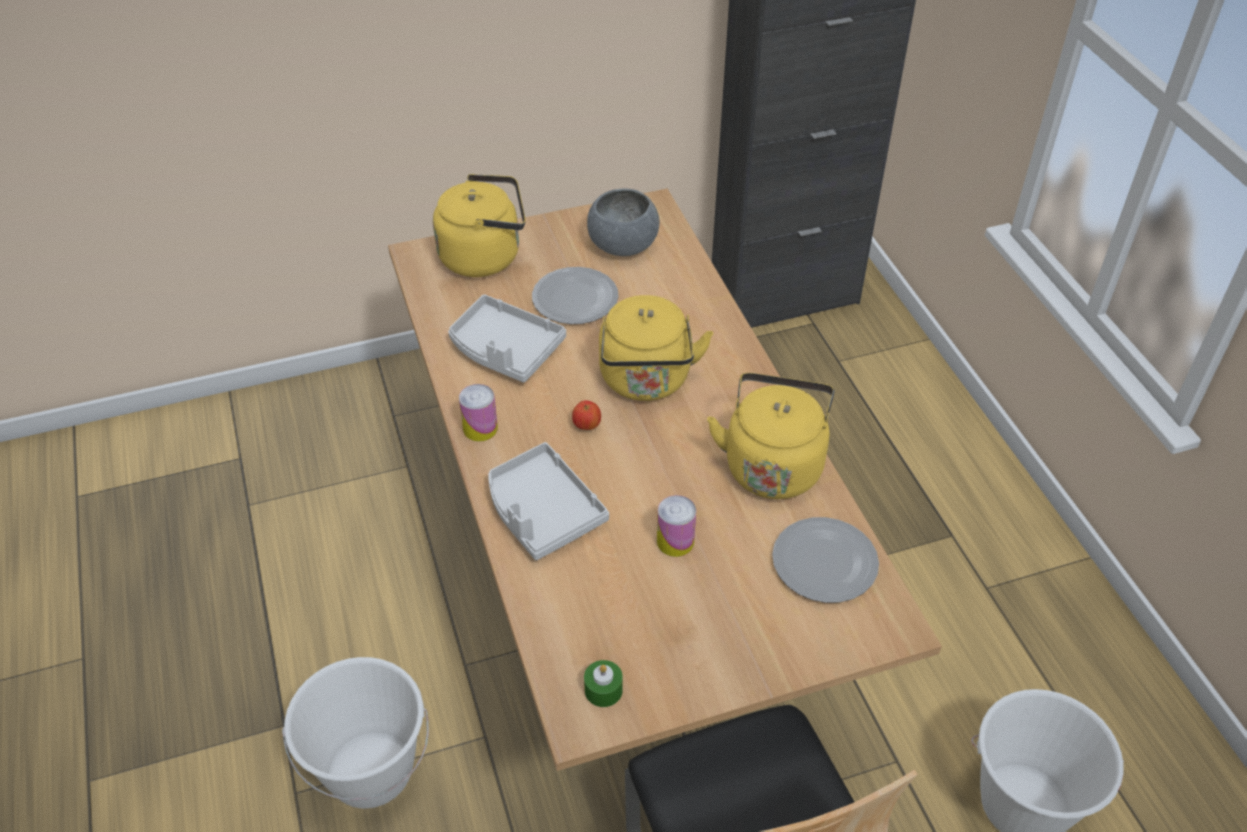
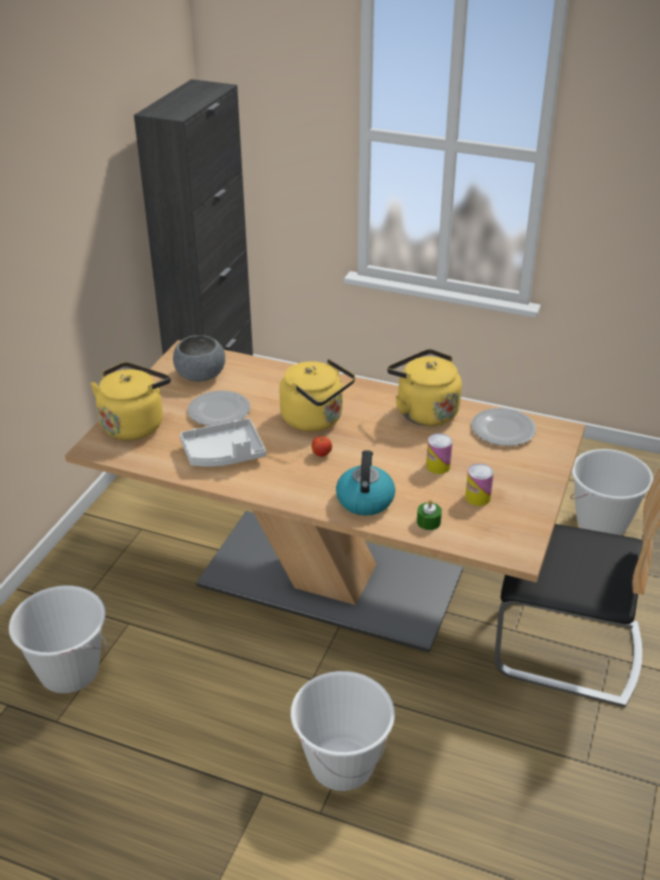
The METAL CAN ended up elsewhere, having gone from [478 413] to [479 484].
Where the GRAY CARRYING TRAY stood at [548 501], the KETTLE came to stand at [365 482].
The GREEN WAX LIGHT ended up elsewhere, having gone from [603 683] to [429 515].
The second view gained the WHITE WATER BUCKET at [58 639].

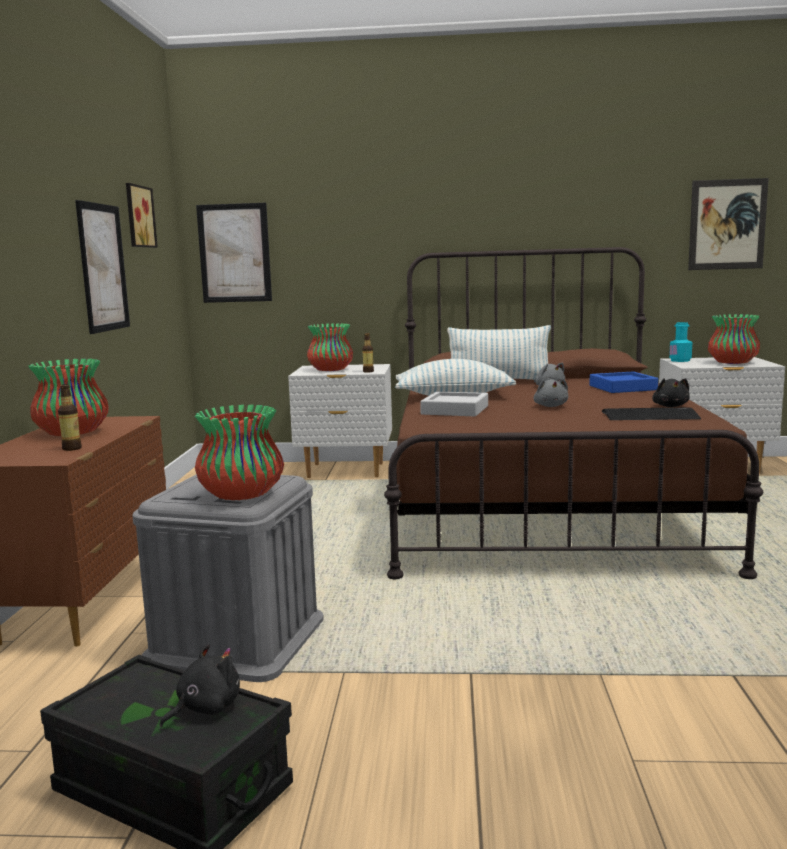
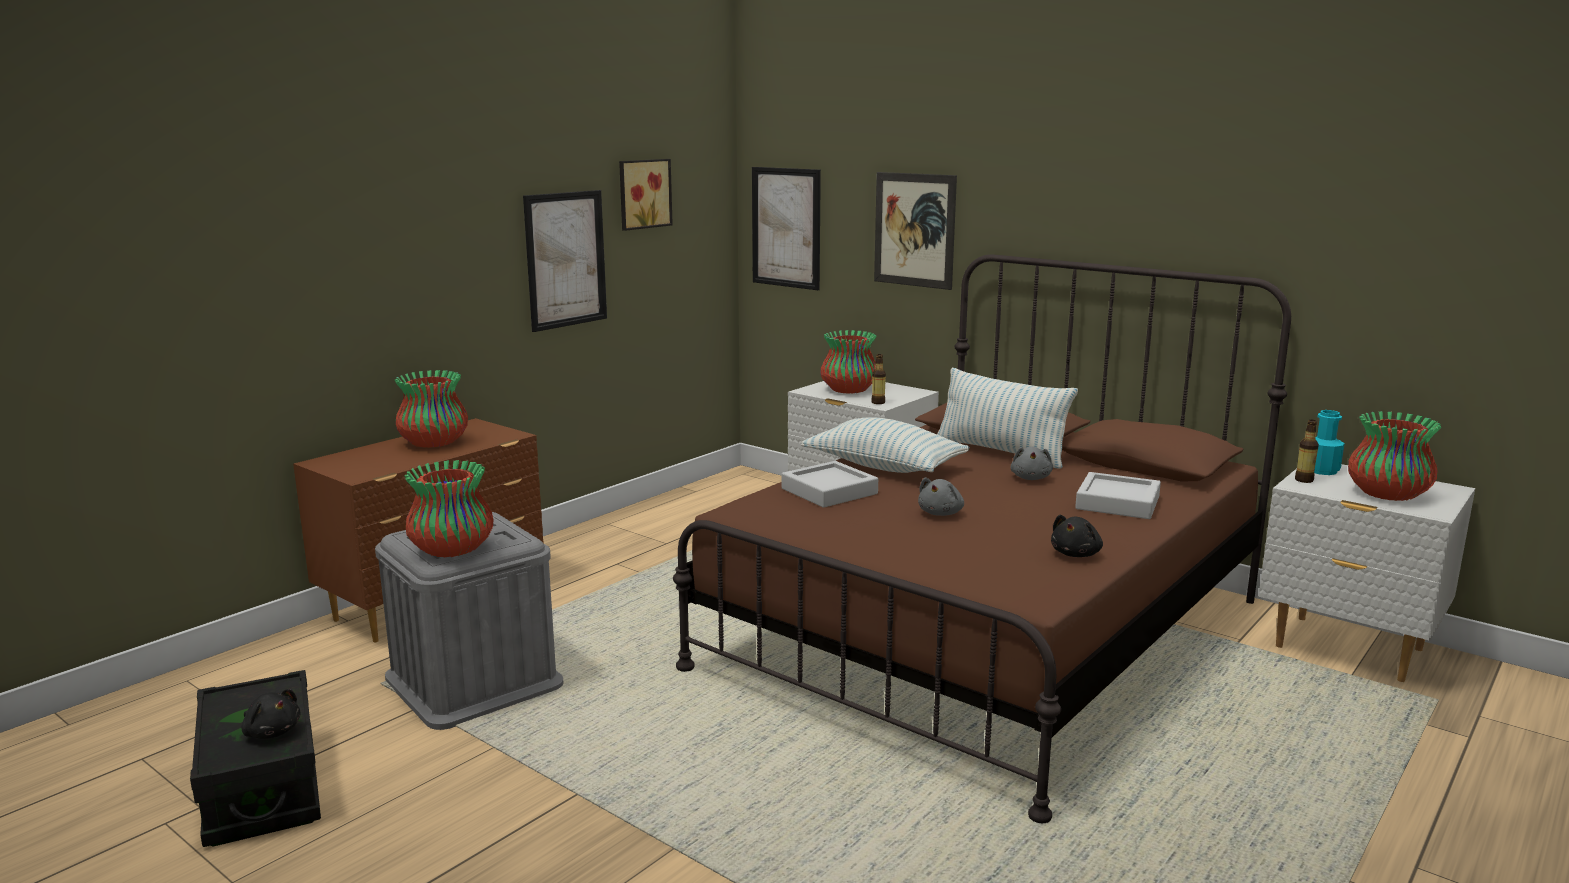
The WALL ART ended up elsewhere, having gone from [728 224] to [915 231].
What was the BLUISH CARRYING TRAY at [623 382] turned into the GRAY CARRYING TRAY at [1118 495].
The BEVERAGE BOTTLE ended up elsewhere, having gone from [70 417] to [1307 451].
The second view lost the KEYBOARD at [651 414].
The BLACK SOFT TOY at [200 685] ended up facing another way, 45 degrees clockwise from before.

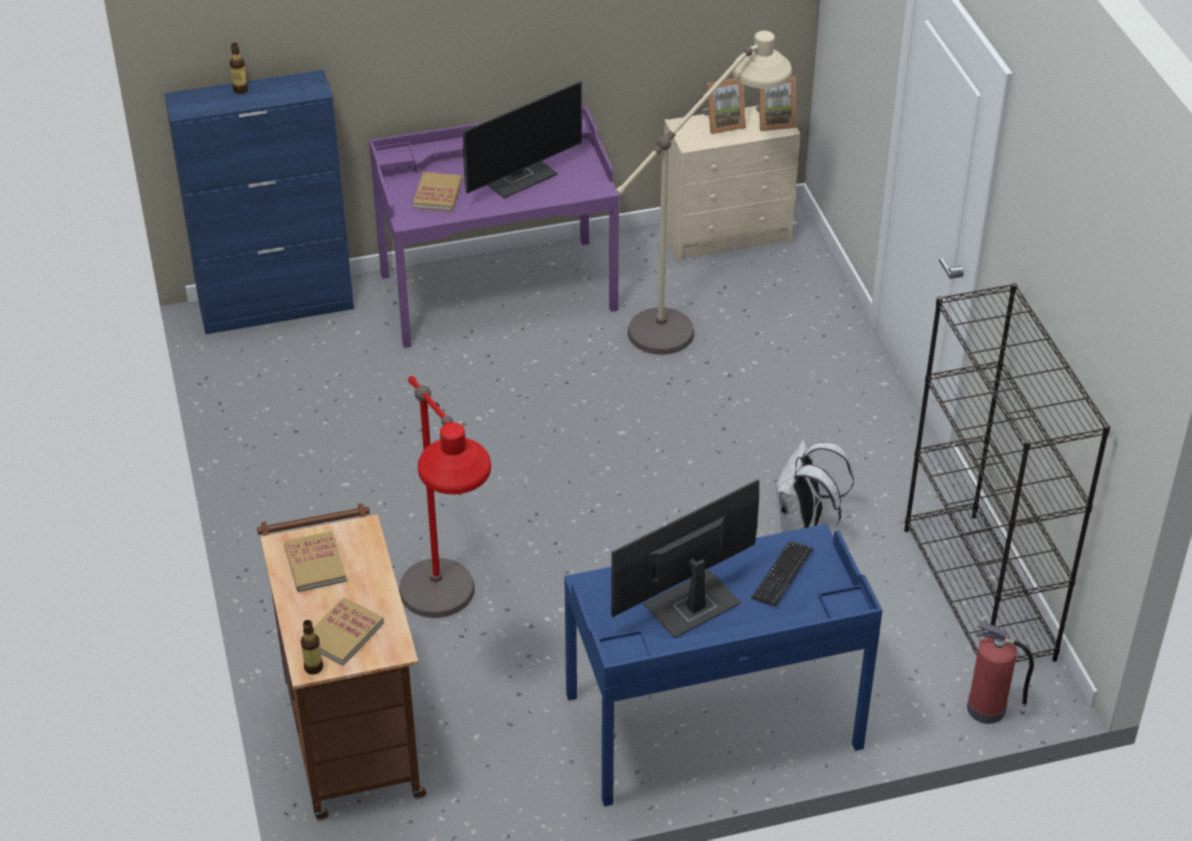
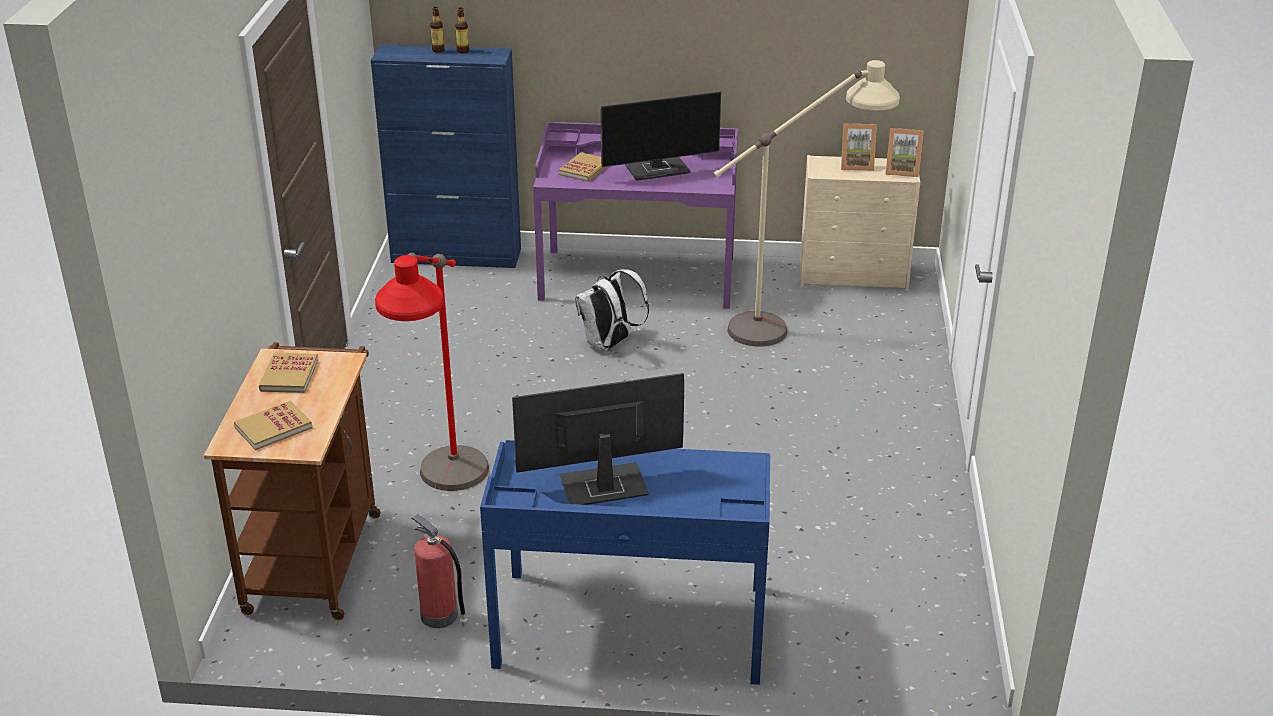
The second view lost the BLACK BOOKSHELF at [1007 472].
The WHITE RUCKSACK ended up elsewhere, having gone from [815 486] to [612 310].
The second view lost the KEYBOARD at [782 573].
The BEVERAGE BOTTLE ended up elsewhere, having gone from [311 647] to [462 30].
The FIRE-FIGHTING CYLINDER ended up elsewhere, having gone from [1000 672] to [439 571].

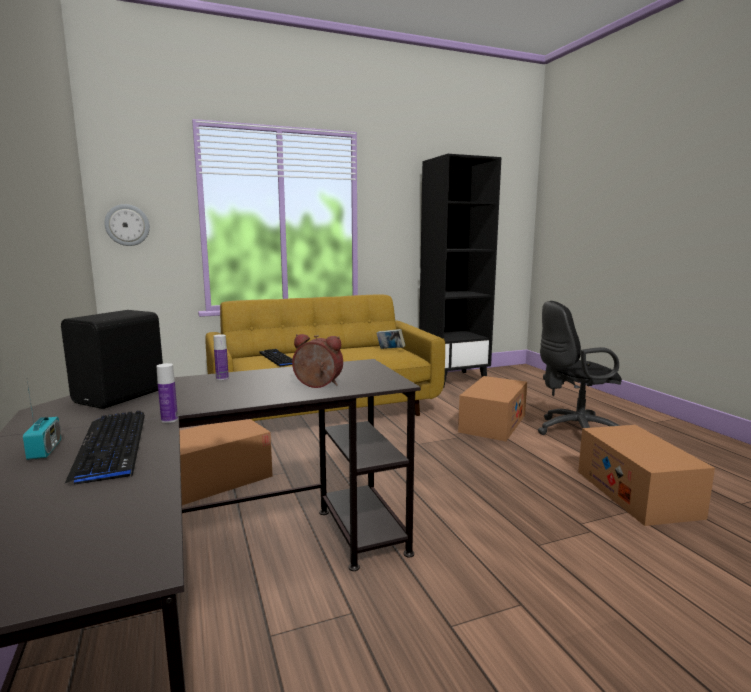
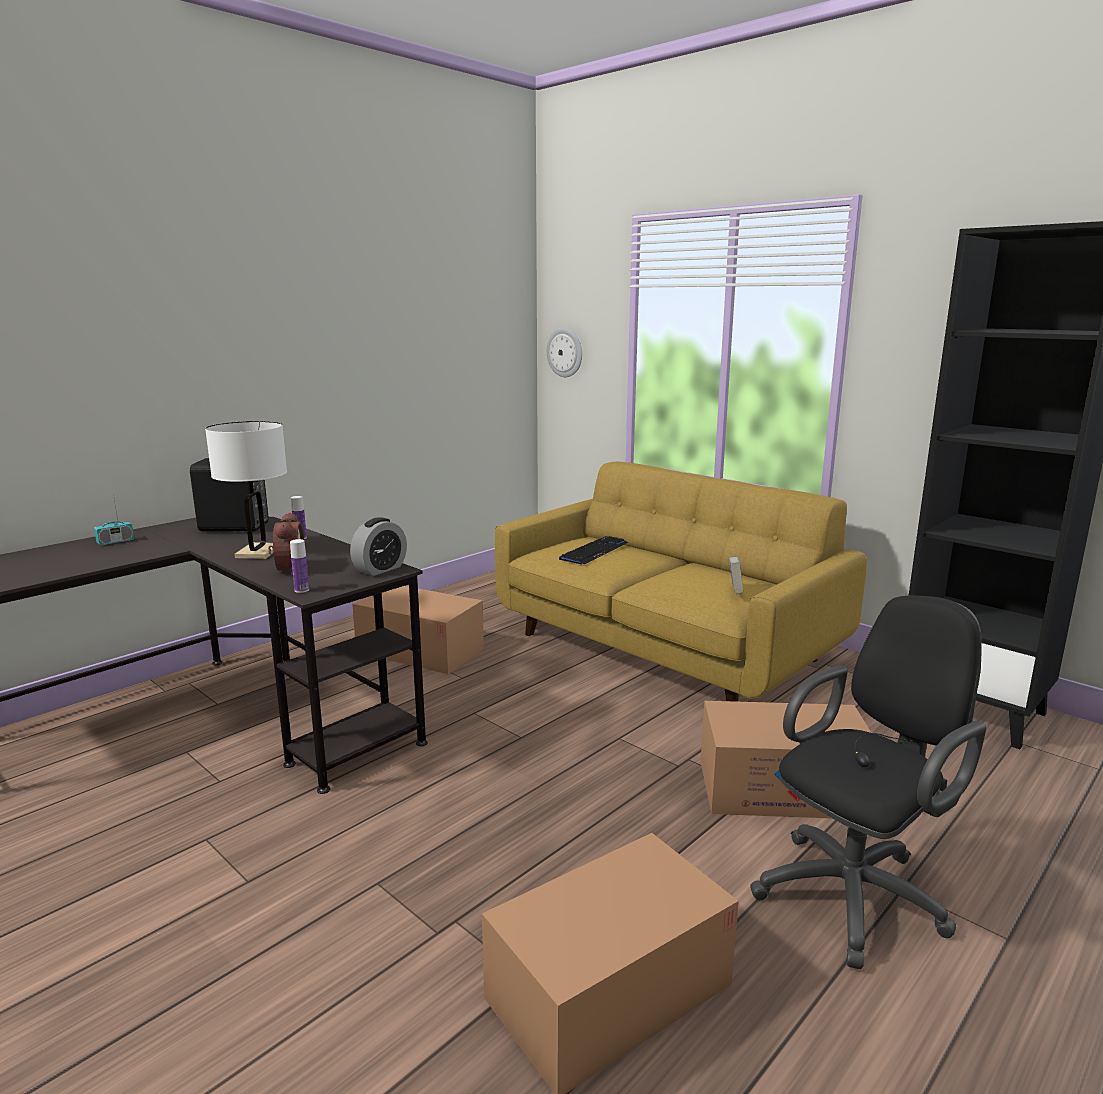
The BLACK OFFICE CHAIR at [580 368] ended up facing another way, 90 degrees clockwise from before.
The BEVERAGE BOTTLE ended up elsewhere, having gone from [167 393] to [299 566].
The second view lost the KEYBOARD at [104 448].
The second view gained the WHITE TABLETOP LAMP at [246 490].
The second view gained the TABLE CLOCK at [378 546].

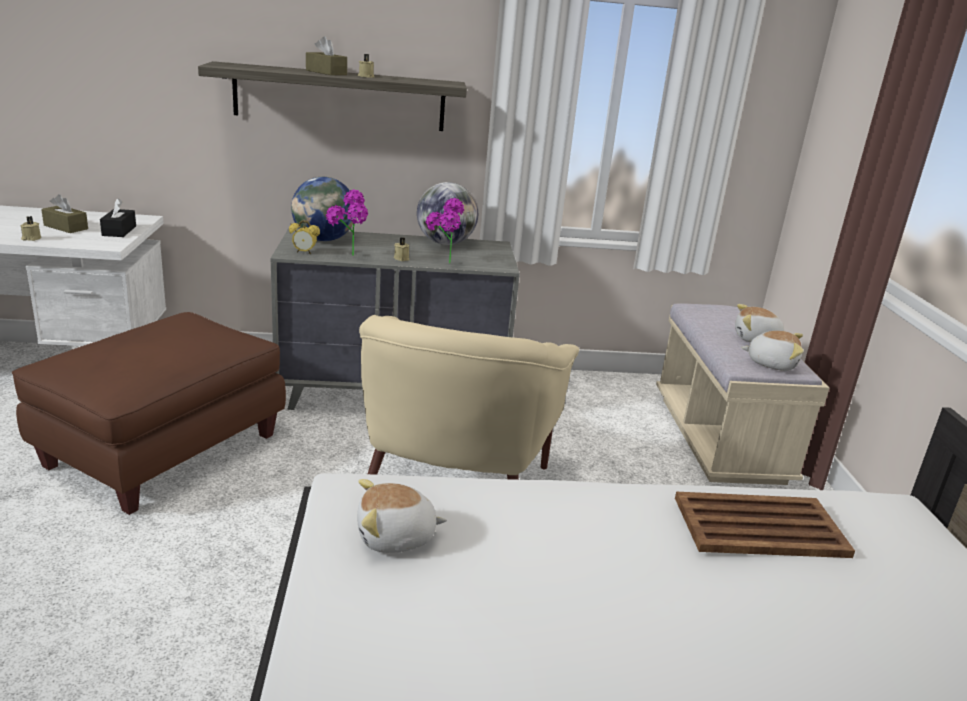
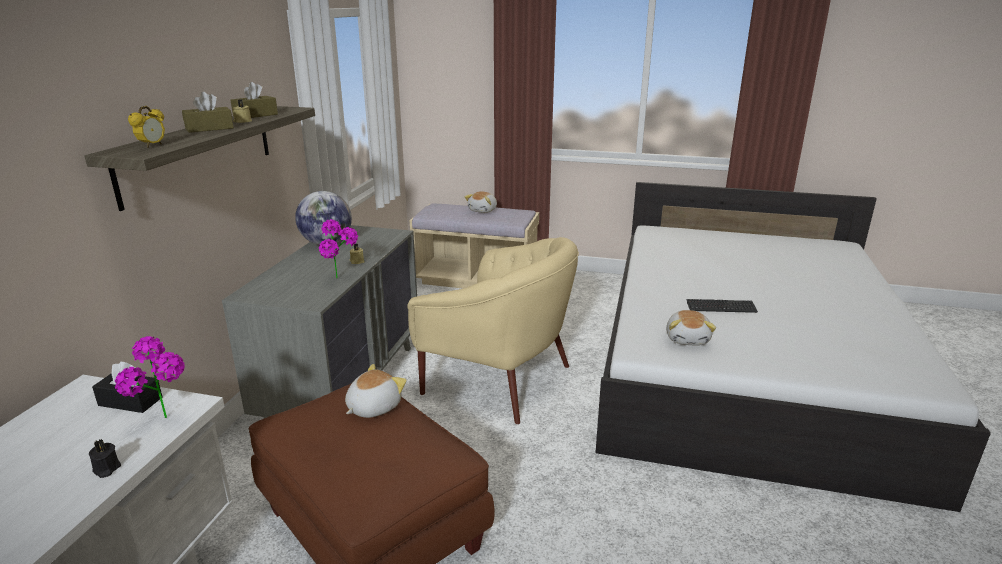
The second view lost the WORLD GLOBE at [323 209].
The BROWNISH BOX OF TISSUES ended up elsewhere, having gone from [64 213] to [254 100].
The PLANT IN A POT ended up elsewhere, having gone from [445 231] to [150 377].
What was the SAND-COLOURED WAX LIGHT at [31 228] turned into the BLACK WAX LIGHT at [105 458].
The TABLE CLOCK ended up elsewhere, having gone from [304 237] to [146 126].
The SOFT TOY ended up elsewhere, having gone from [772 351] to [376 391].
The second view lost the BROWNISH CARRYING TRAY at [765 525].
The second view gained the KEYBOARD at [722 306].

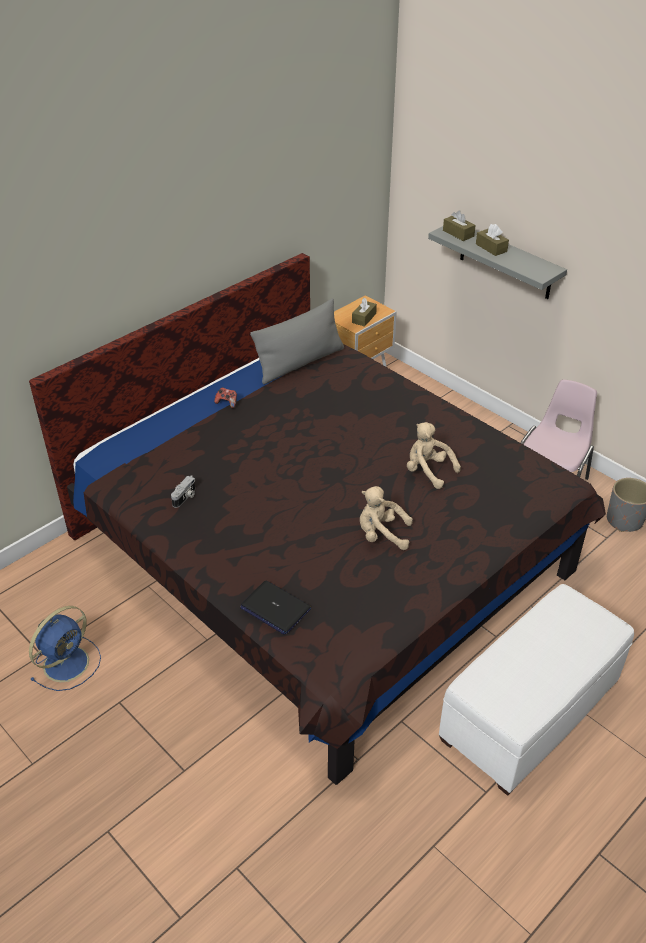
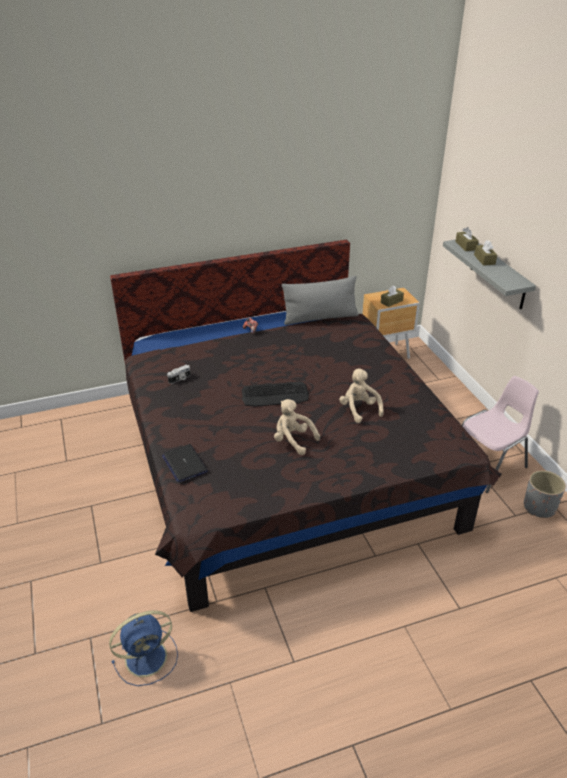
The second view lost the WHITE POUFFE at [536 690].
The BLUISH ELECTRIC FAN ended up elsewhere, having gone from [65 648] to [143 648].
The second view gained the KEYBOARD at [275 394].

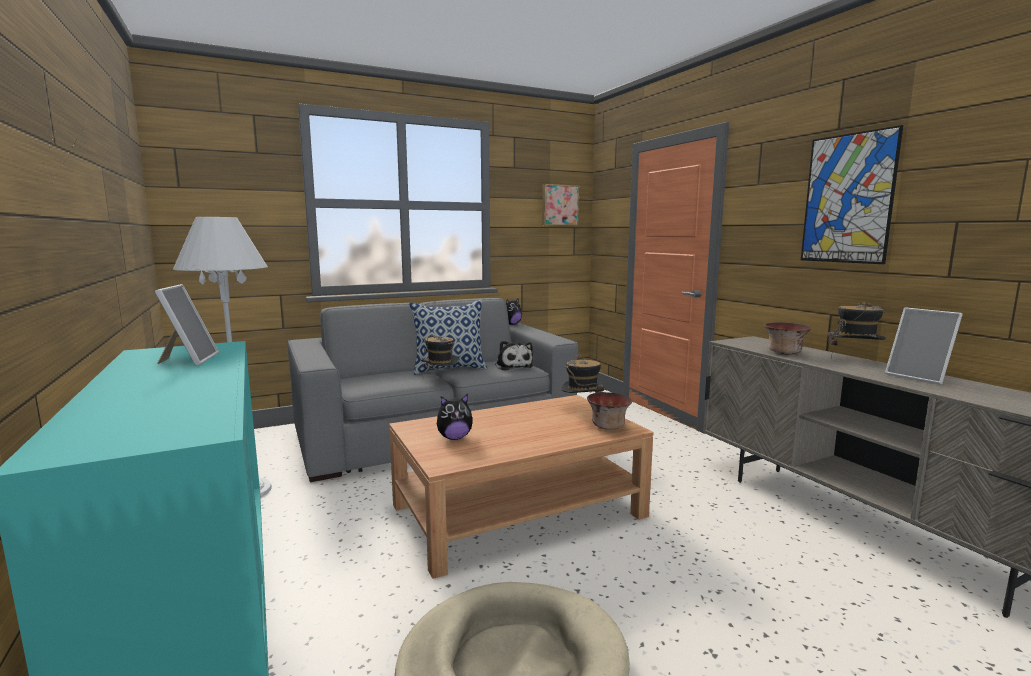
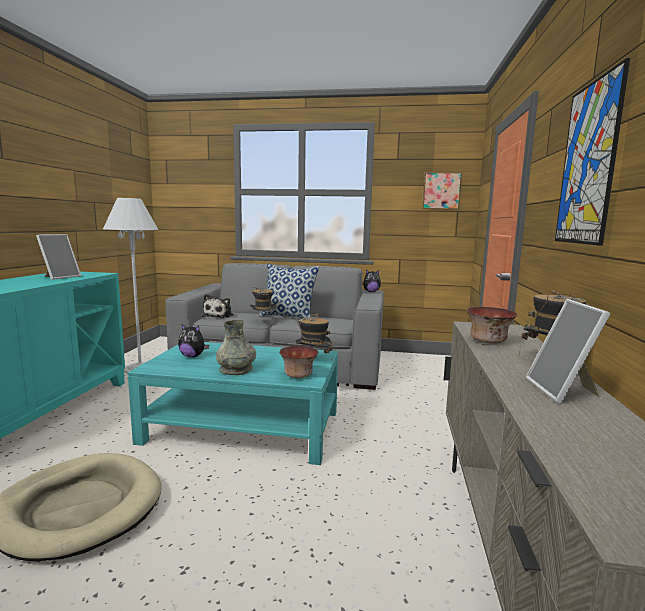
The SOFT TOY ended up elsewhere, having gone from [514 355] to [218 306].
What was the BROWNISH COFFEE TABLE at [521 487] turned into the TURQUOISE-COLOURED COFFEE TABLE at [233 403].
The second view gained the GRAY VASE at [236 347].

